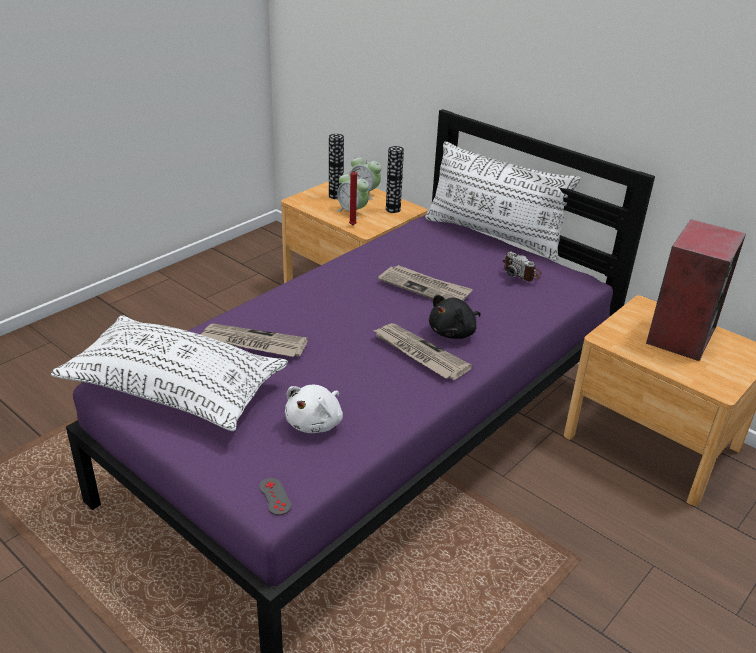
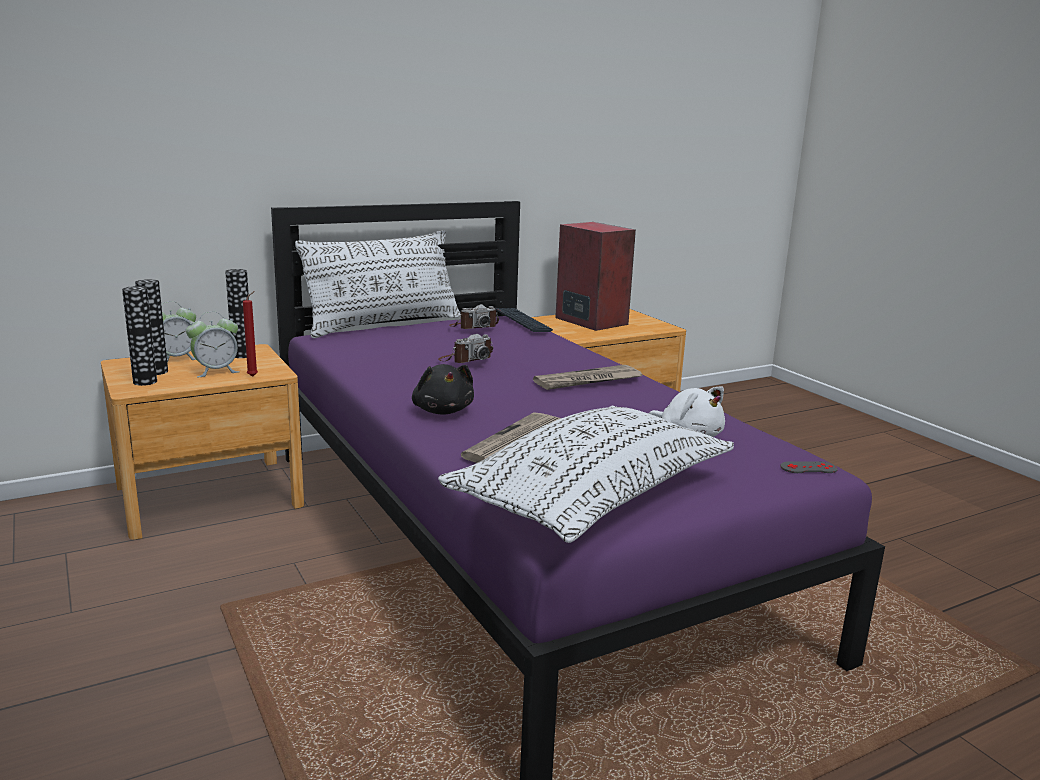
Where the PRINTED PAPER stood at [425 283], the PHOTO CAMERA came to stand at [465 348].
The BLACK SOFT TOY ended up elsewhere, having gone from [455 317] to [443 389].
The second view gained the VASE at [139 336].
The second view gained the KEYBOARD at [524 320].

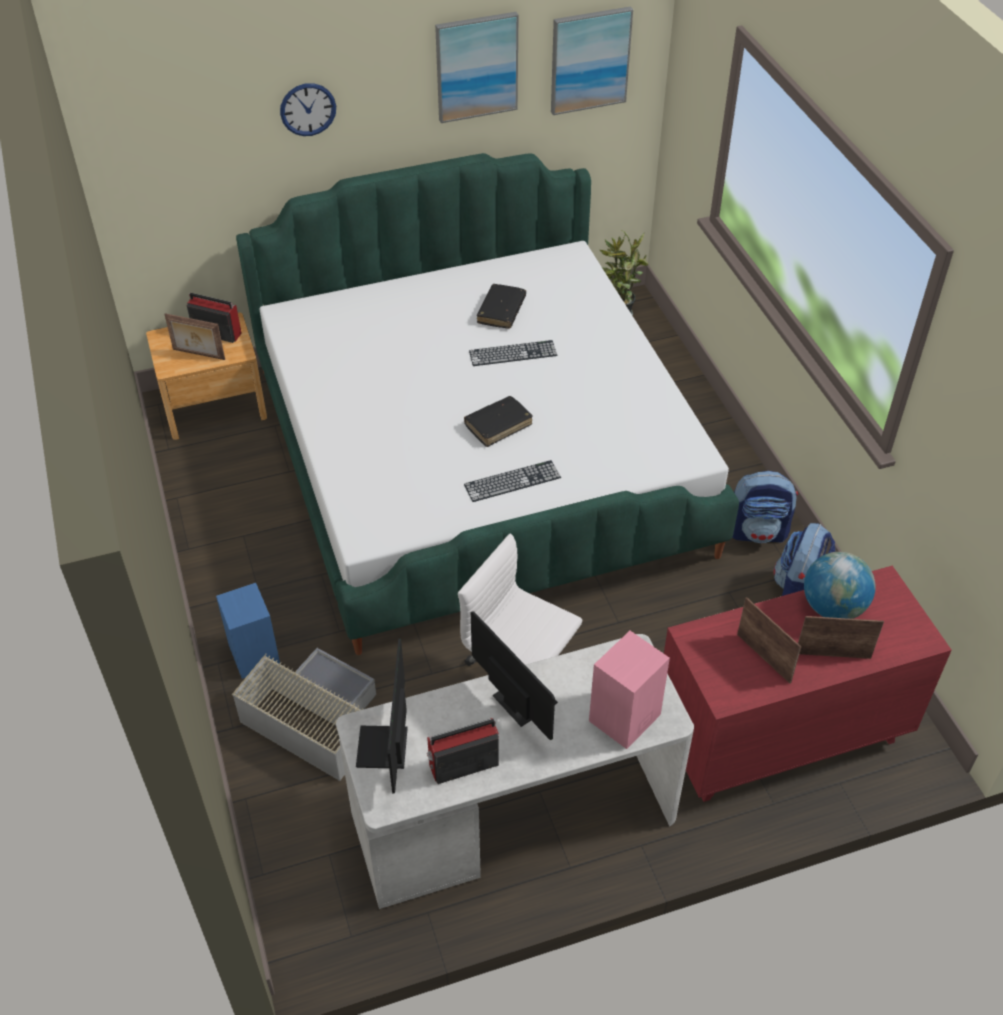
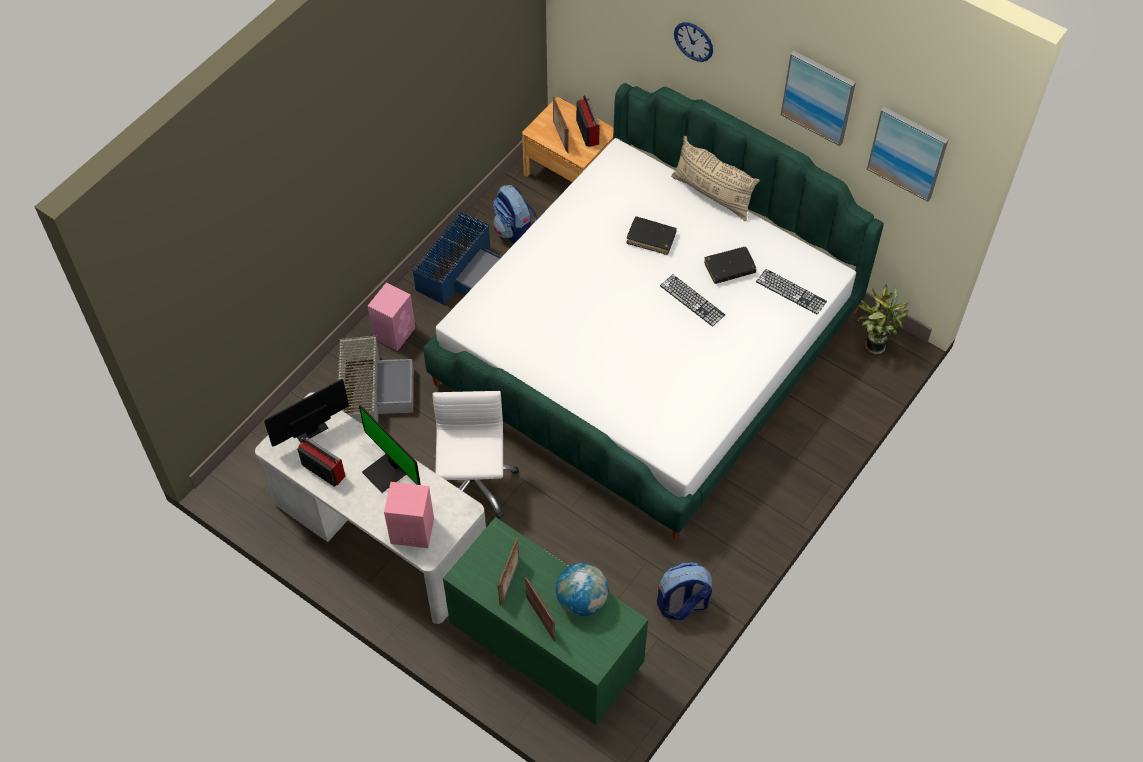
The BLACK VOLUME ended up elsewhere, having gone from [498 421] to [651 235].
The KEYBOARD ended up elsewhere, having gone from [512 481] to [791 292].
The RUCKSACK ended up elsewhere, having gone from [765 507] to [515 215].
What was the REDDISH CHEST OF DRAWERS at [808 684] turned into the GREEN CHEST OF DRAWERS at [545 621].
What was the BLUISH LOUDSPEAKER at [248 631] turned into the PINKISH LOUDSPEAKER at [391 317].
The COMPUTER DISPLAY at [514 675] ended up facing another way, 120 degrees clockwise from before.
The second view gained the SAND-COLOURED PILLOW at [715 178].
The second view gained the BLUISH STORAGE BOX at [456 258].

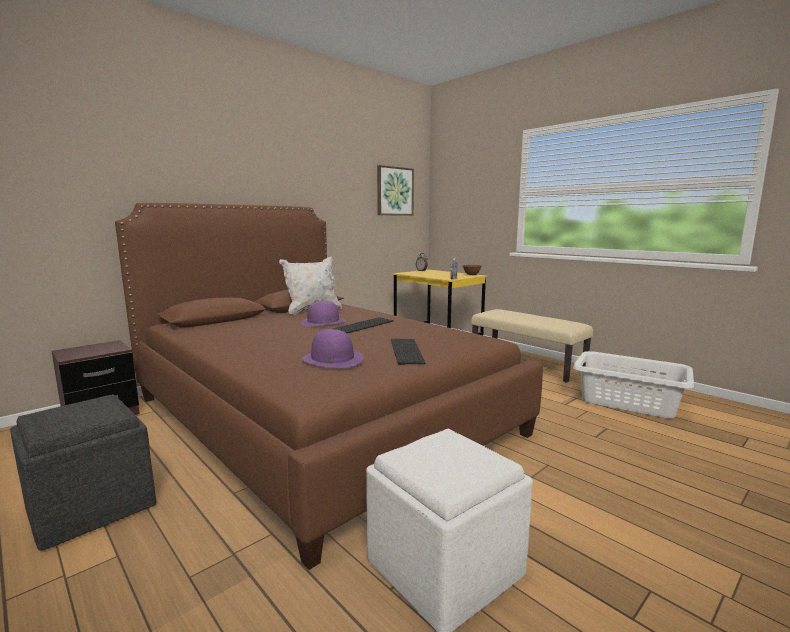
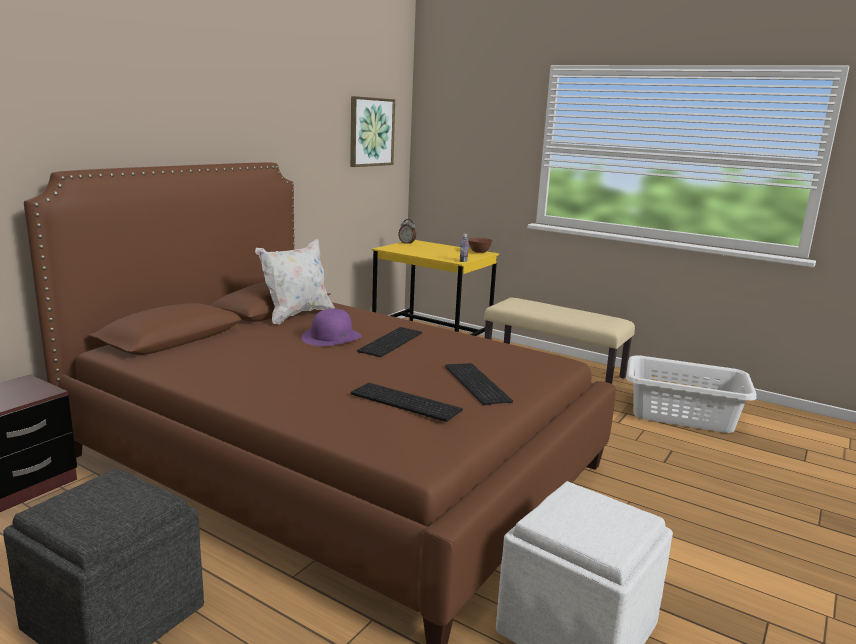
Where the PURPLE-COLOURED HAT stood at [332 348], the KEYBOARD came to stand at [407 402].

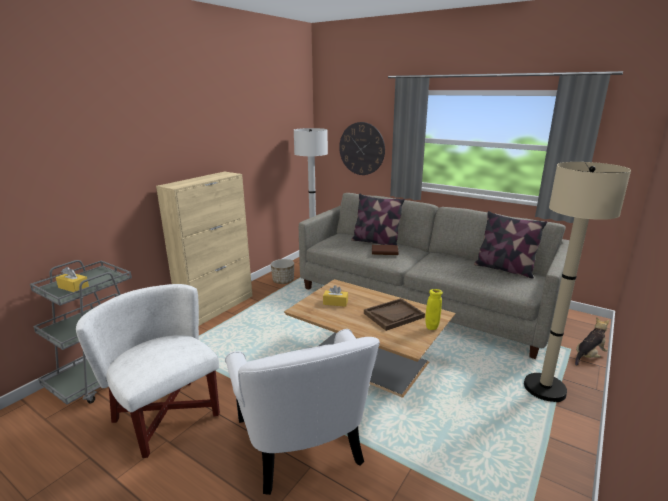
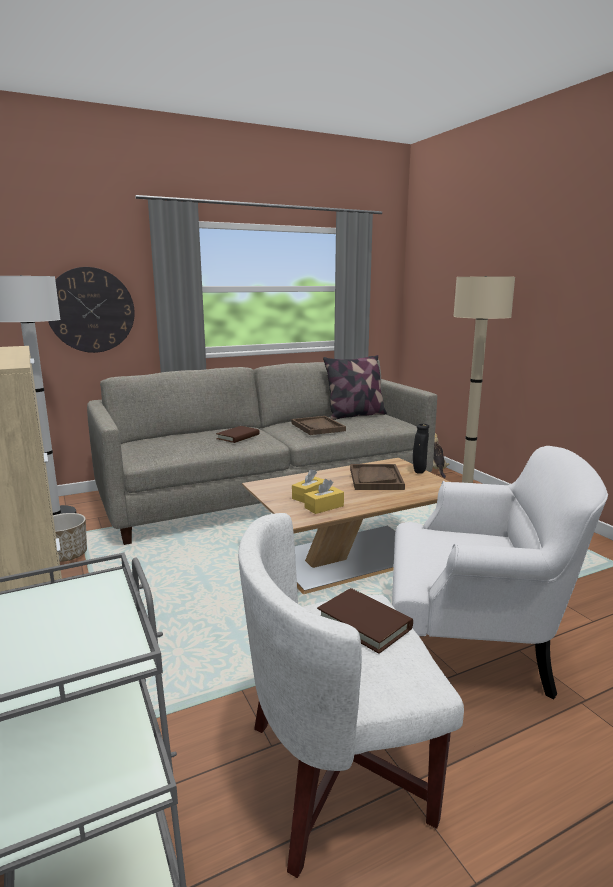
The second view lost the PILLOW at [378 219].
The YELLOW-COLOURED BOX OF TISSUES ended up elsewhere, having gone from [72 279] to [324 496].
What was the YELLOW-COLOURED VASE at [434 309] turned into the BLACK VASE at [421 449].
The second view gained the BROWNISH CARRYING TRAY at [318 425].
The second view gained the BROWNISH VOLUME at [365 621].

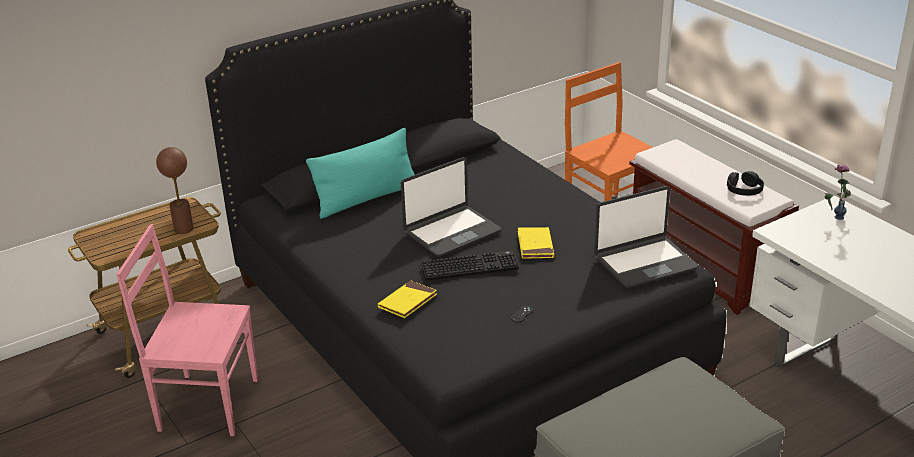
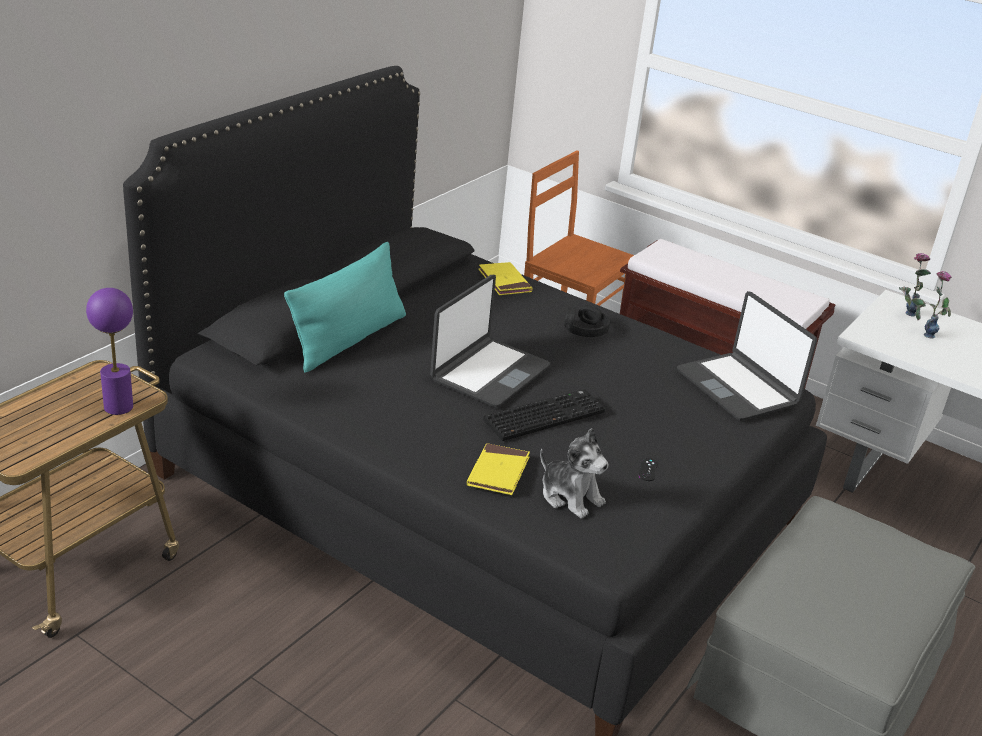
What was the BROWNISH TABLETOP LAMP at [175 190] turned into the PURPLE-COLOURED TABLETOP LAMP at [109 351].
The BLACK HEADPHONES ended up elsewhere, having gone from [745 183] to [587 321].
The LAPTOP at [646 237] ended up facing another way, 105 degrees clockwise from before.
The second view lost the PINKISH PLAIN CHAIR at [187 330].
The YELLOW-COLOURED VOLUME ended up elsewhere, having gone from [536 243] to [505 278].
The second view gained the VASE at [932 305].
The second view gained the SOFT TOY at [574 473].

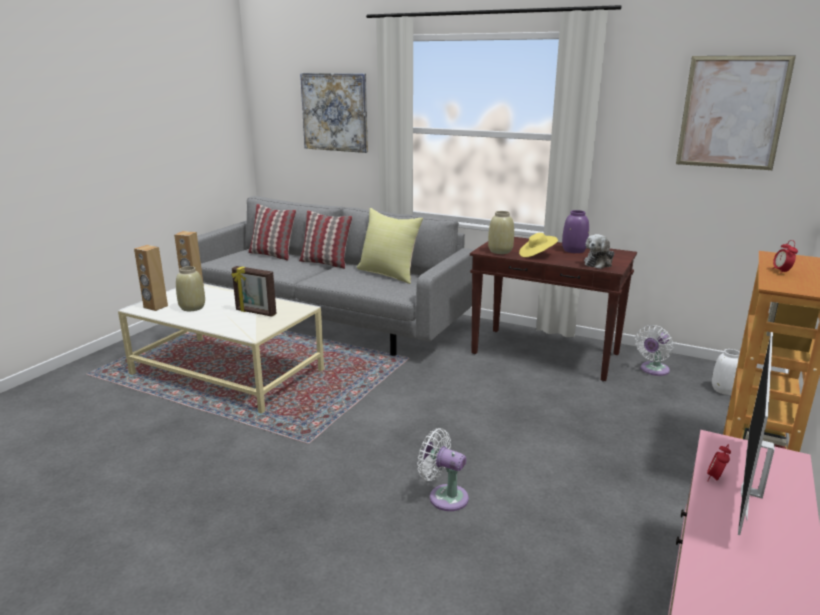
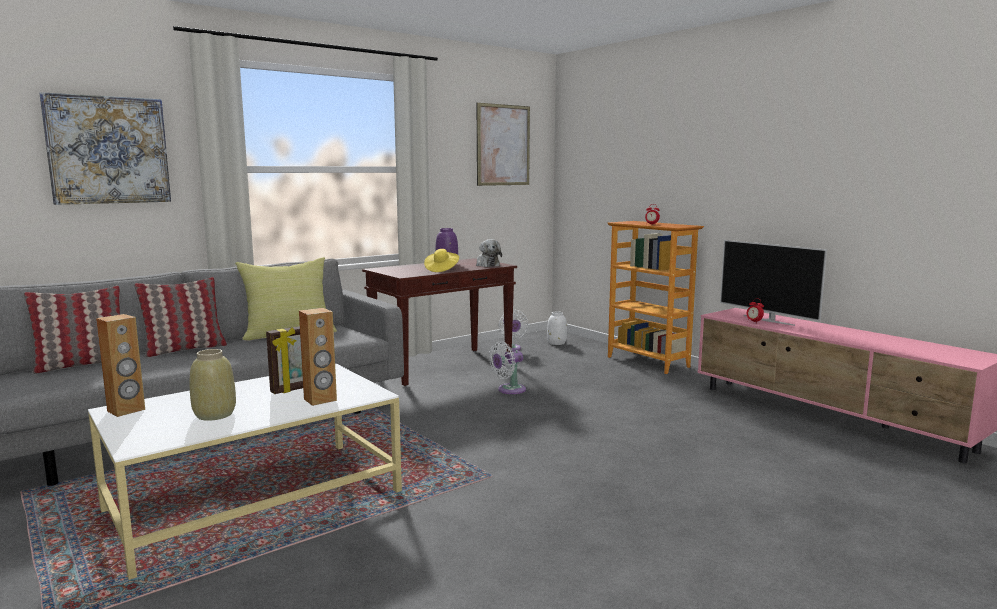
The second view lost the SAND-COLOURED VASE at [501 232].
The BROWNISH LOUDSPEAKER ended up elsewhere, having gone from [151 278] to [318 357].
The WHITE ELECTRIC FAN ended up elsewhere, having gone from [443 469] to [507 367].

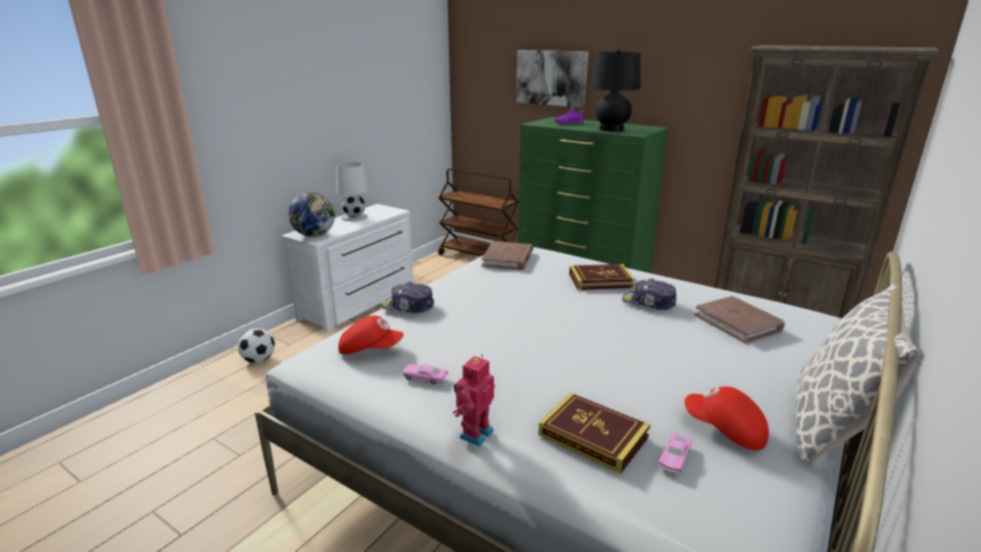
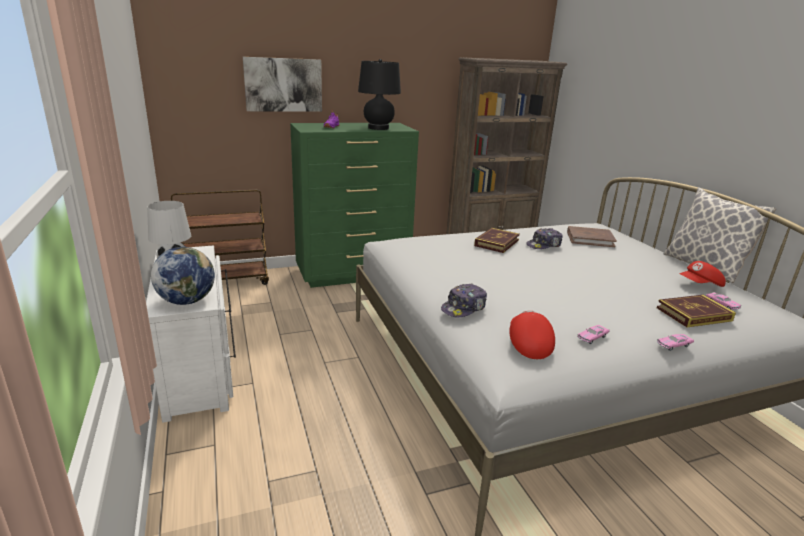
The second view lost the BROWNISH VOLUME at [507 255].
The REDDISH PEAKED CAP at [370 335] ended up facing another way, 45 degrees counterclockwise from before.
The second view lost the BALL FOR FOOTBALL at [256 345].
Where the TOY ROBOT stood at [474 400], the PINKISH TOY CAR came to stand at [675 342].

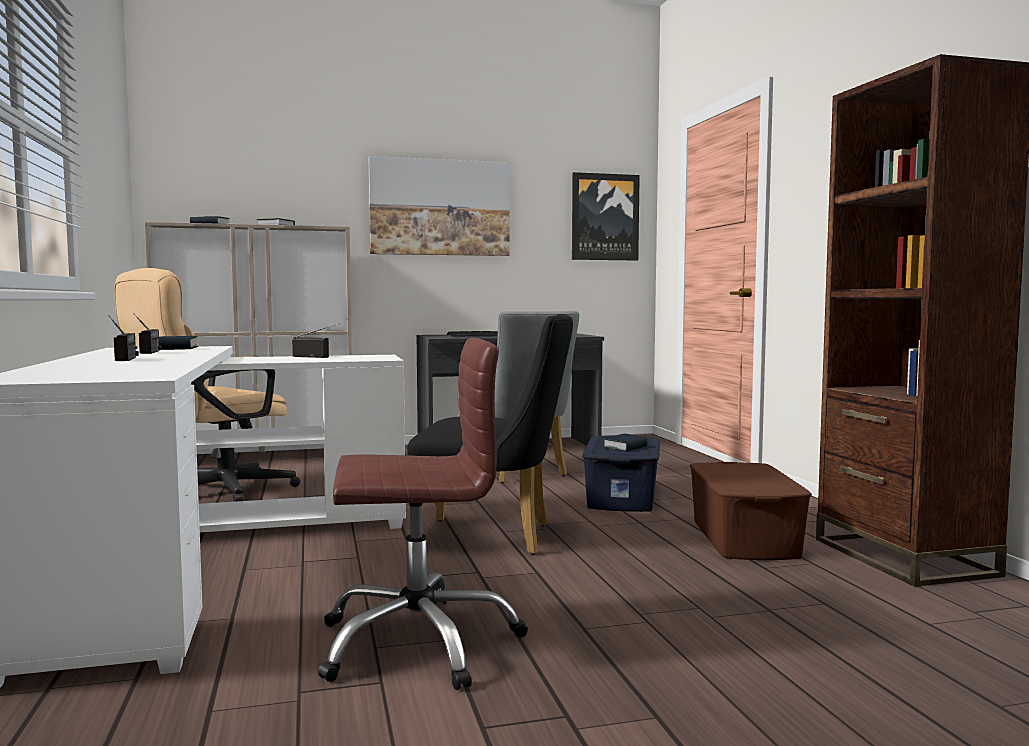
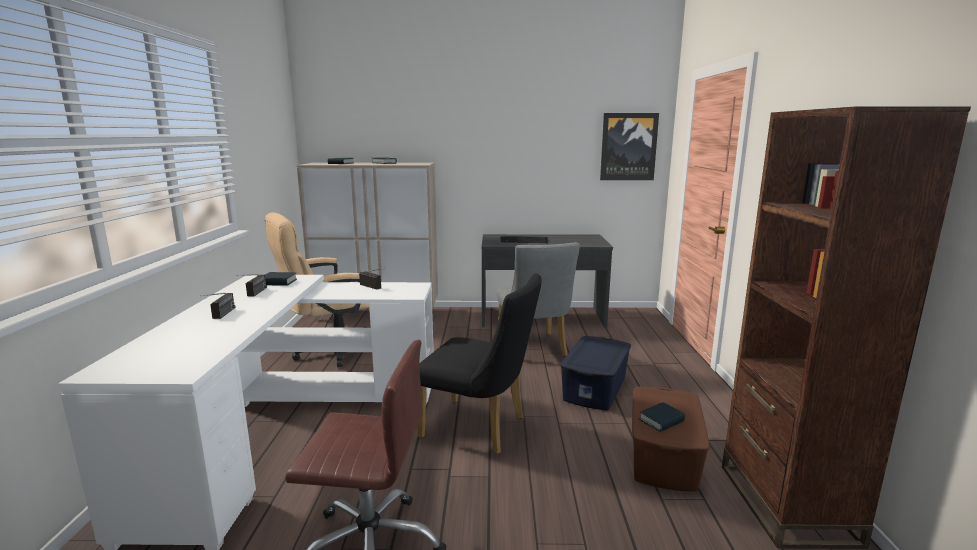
The second view lost the WALL ART at [439 206].
The VOLUME ended up elsewhere, having gone from [625 443] to [662 417].

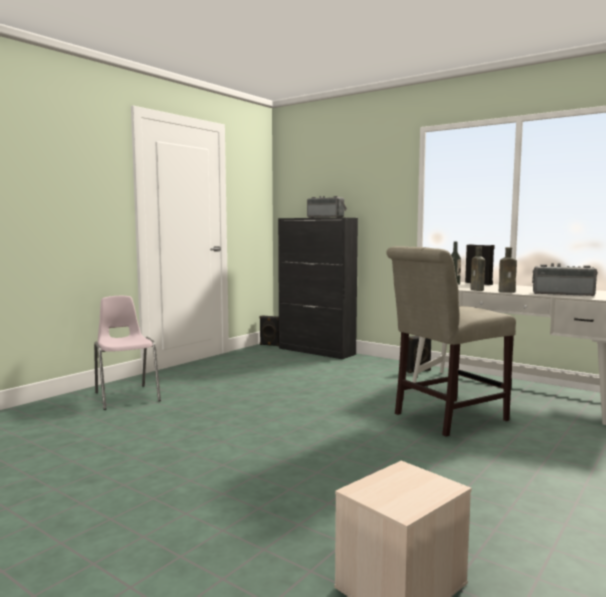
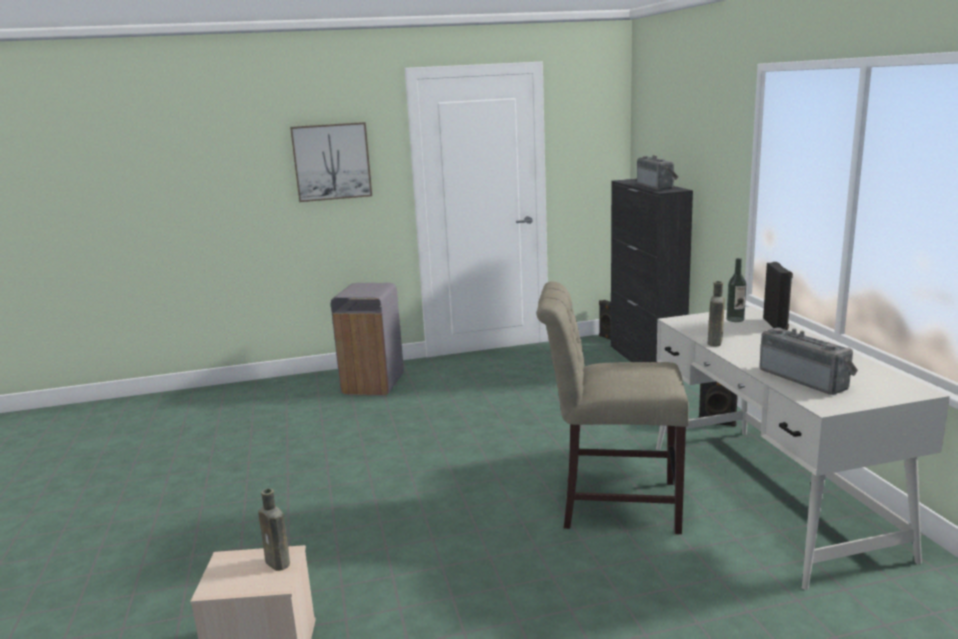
The BROWNISH BEVERAGE BOTTLE ended up elsewhere, having gone from [508 270] to [274 529].
Where the PINKISH PLAIN CHAIR stood at [127 353], the GRAY TRASH CAN came to stand at [367 339].
The second view gained the WALL ART at [331 162].

